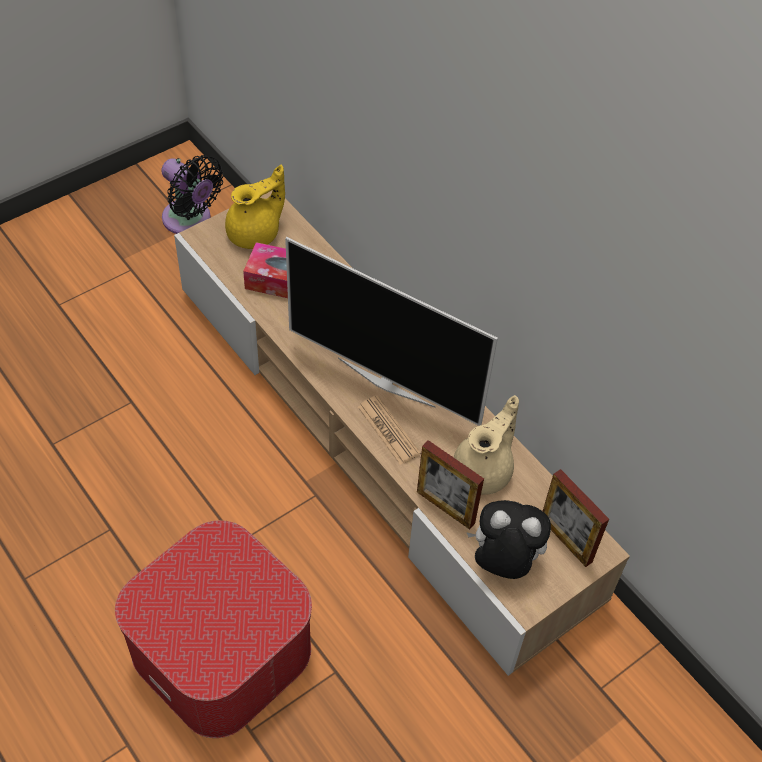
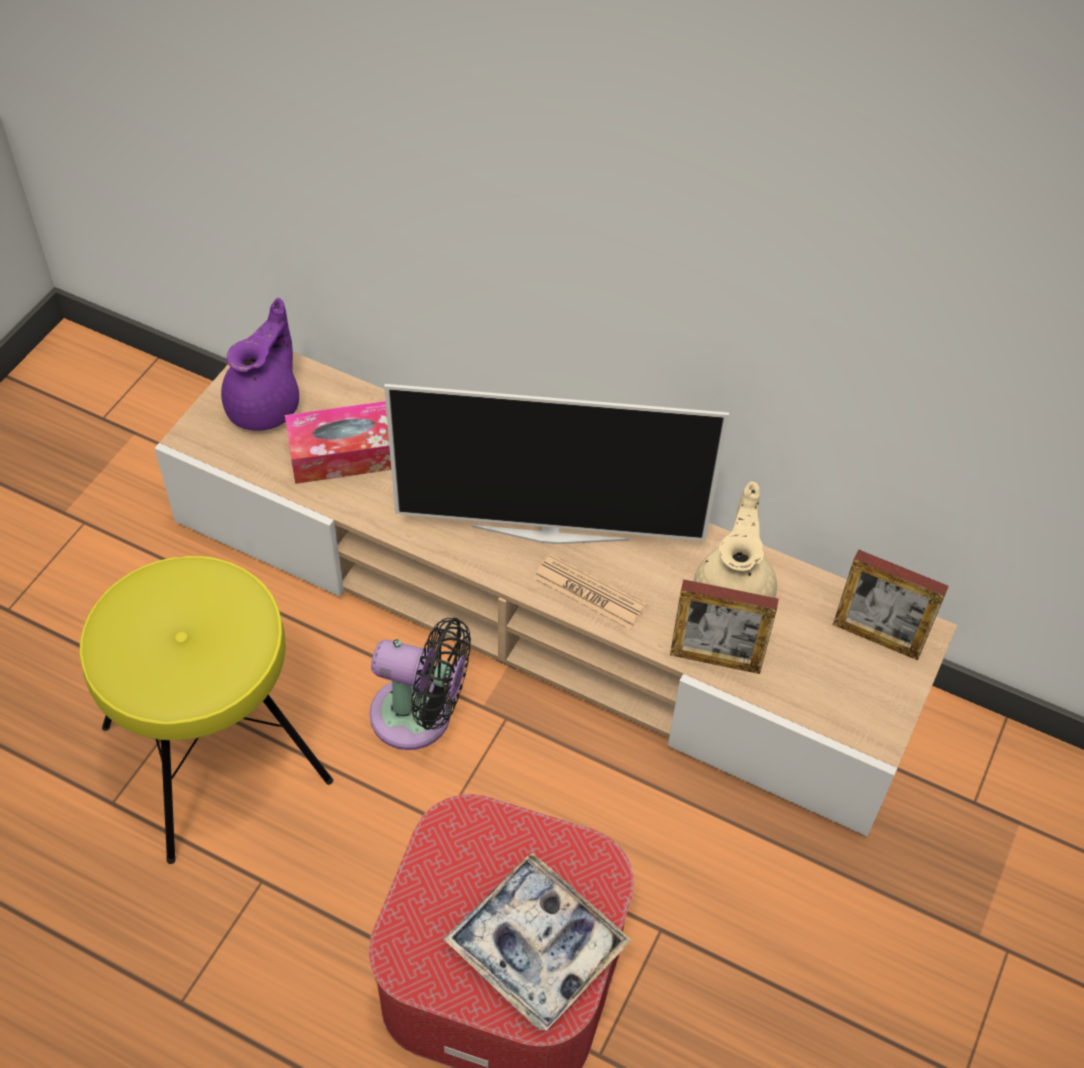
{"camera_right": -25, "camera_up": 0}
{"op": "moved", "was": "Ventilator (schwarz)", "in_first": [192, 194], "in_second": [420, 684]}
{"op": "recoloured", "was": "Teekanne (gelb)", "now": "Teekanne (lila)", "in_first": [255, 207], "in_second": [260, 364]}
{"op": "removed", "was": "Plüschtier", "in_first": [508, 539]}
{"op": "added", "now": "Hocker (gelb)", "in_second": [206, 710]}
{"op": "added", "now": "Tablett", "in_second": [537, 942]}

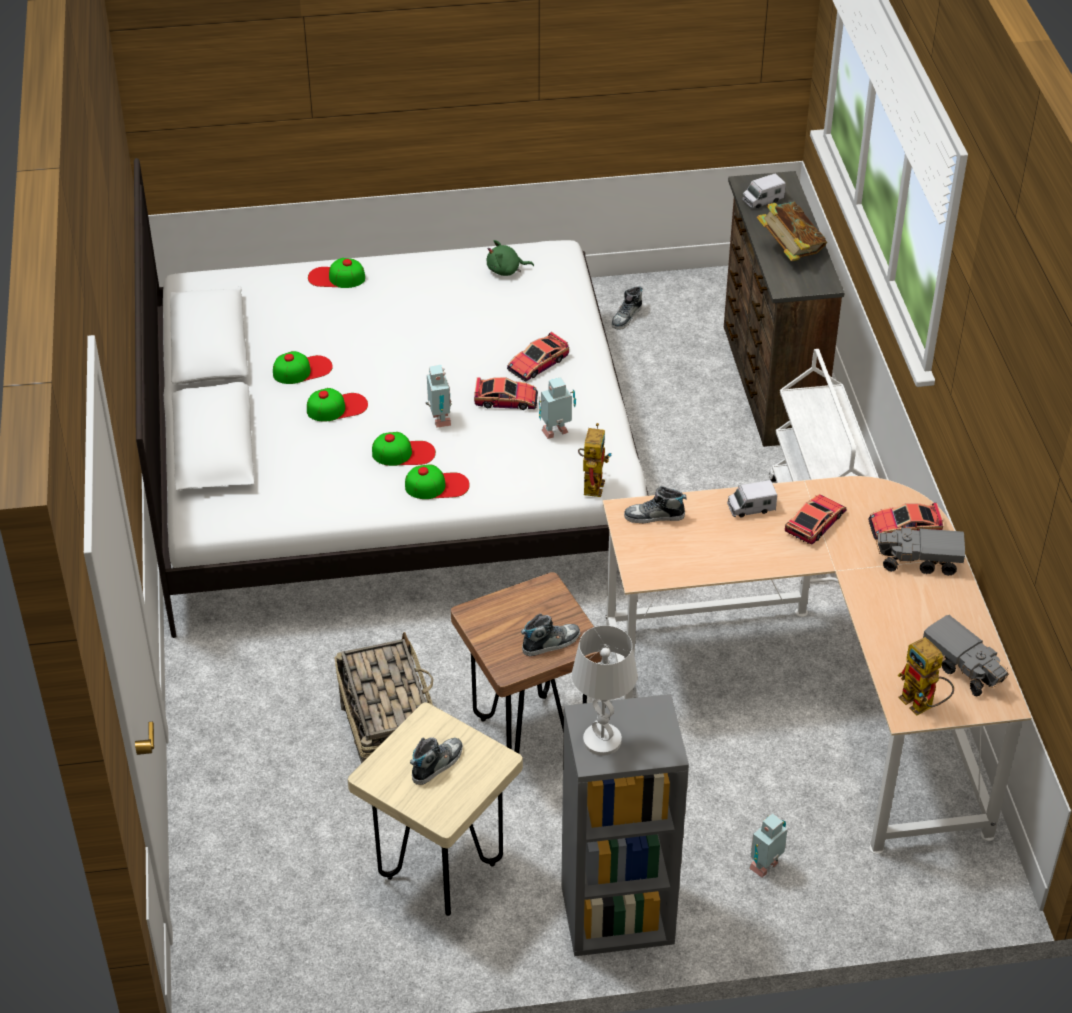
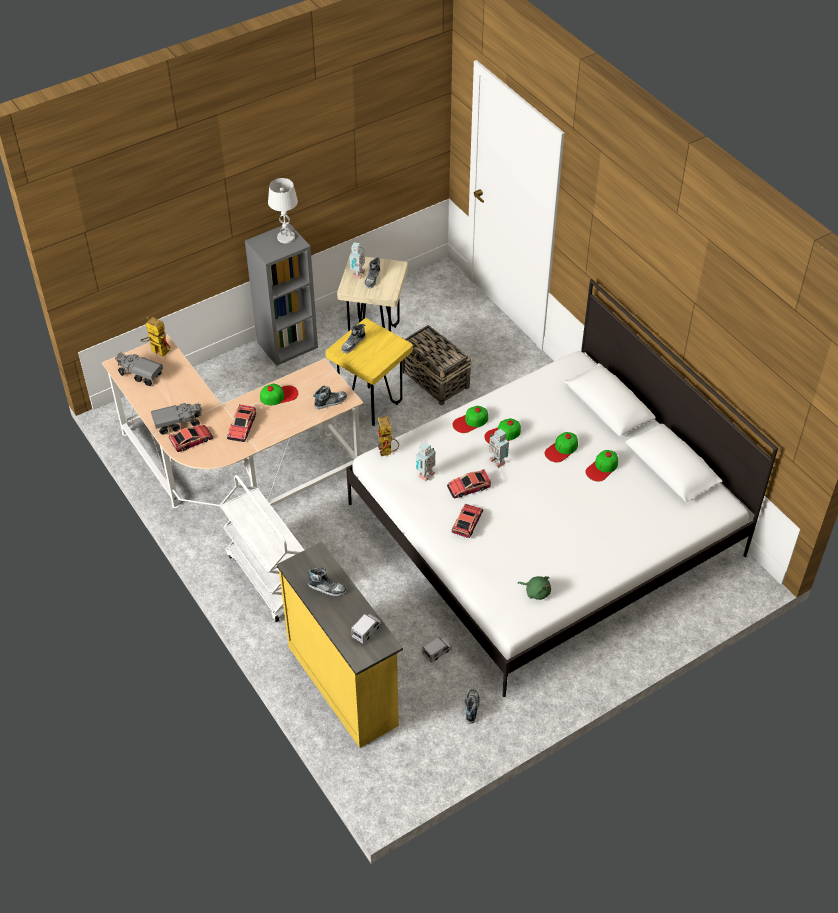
{"camera_right": 155, "camera_up": 5}
{"op": "moved", "was": "Kappe", "in_first": [336, 273], "in_second": [279, 394]}
{"op": "recoloured", "was": "Hocker (braun)", "now": "Hocker (gelb)", "in_first": [526, 663], "in_second": [369, 372]}
{"op": "turned", "was": "Plüschtier (grün)", "in_first": [510, 258], "in_second": [534, 588], "clockwise": 60}
{"op": "recoloured", "was": "Kommode (braun)", "now": "Kommode (gelb)", "in_first": [784, 309], "in_second": [339, 645]}
{"op": "moved", "was": "Spielzeuglaster", "in_first": [752, 498], "in_second": [437, 649]}
{"op": "moved", "was": "Spielzeugroboter", "in_first": [768, 845], "in_second": [357, 260]}
{"op": "replaced", "was": "Buch", "now": "Schuh", "in_first": [792, 231], "in_second": [326, 582]}

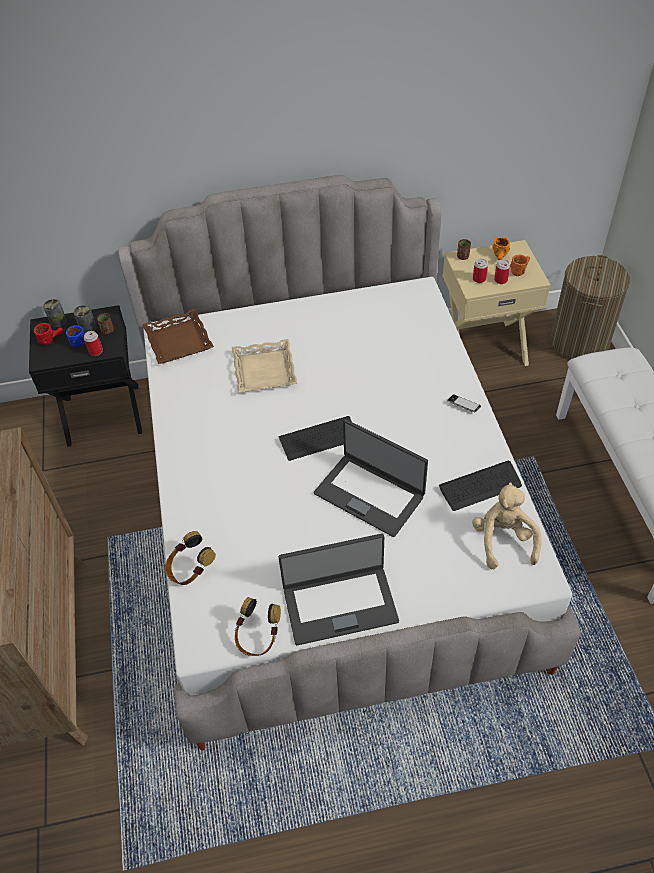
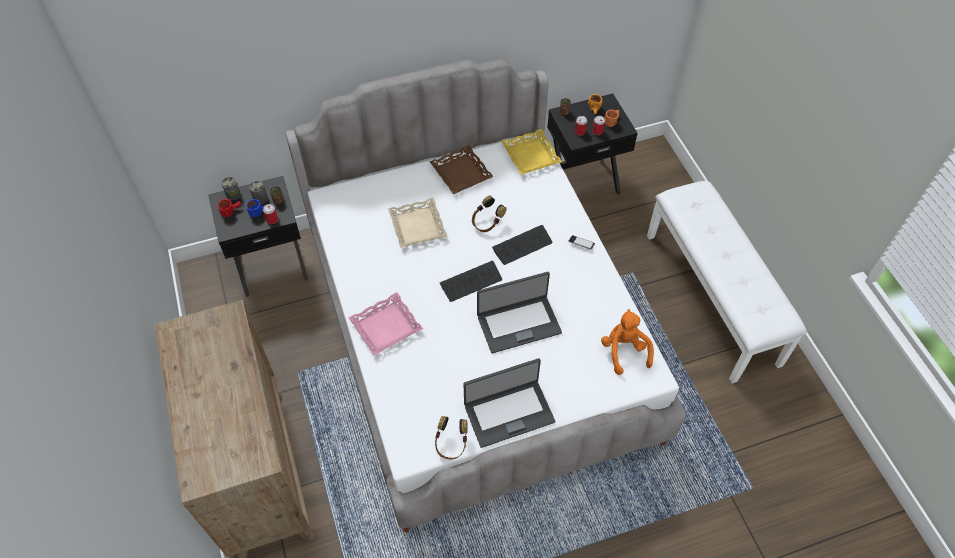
{"camera_right": -10, "camera_up": 5}
{"op": "moved", "was": "Tablett (braun)", "in_first": [178, 336], "in_second": [461, 169]}
{"op": "moved", "was": "Kopfhörer", "in_first": [190, 558], "in_second": [489, 214]}
{"op": "turned", "was": "Laptop", "in_first": [371, 478], "in_second": [519, 312], "clockwise": -45}
{"op": "moved", "was": "Tastatur", "in_first": [480, 486], "in_second": [522, 245]}
{"op": "recoloured", "was": "Nachttisch (beige)", "now": "Nachttisch (schwarz)", "in_first": [497, 303], "in_second": [592, 144]}
{"op": "recoloured", "was": "Plüschtier (beige)", "now": "Plüschtier (orange)", "in_first": [506, 526], "in_second": [627, 342]}
{"op": "removed", "was": "Wäschekorb", "in_first": [590, 307]}
{"op": "added", "now": "Tablett (rosa)", "in_second": [386, 324]}
{"op": "added", "now": "Tablett (gelb)", "in_second": [531, 152]}

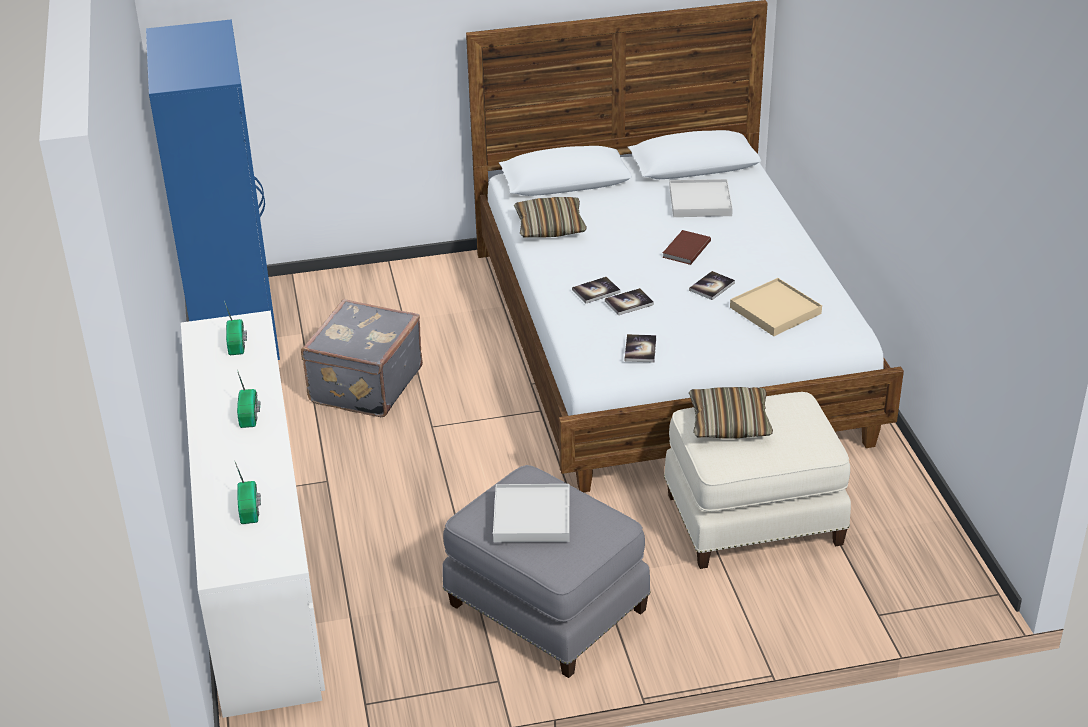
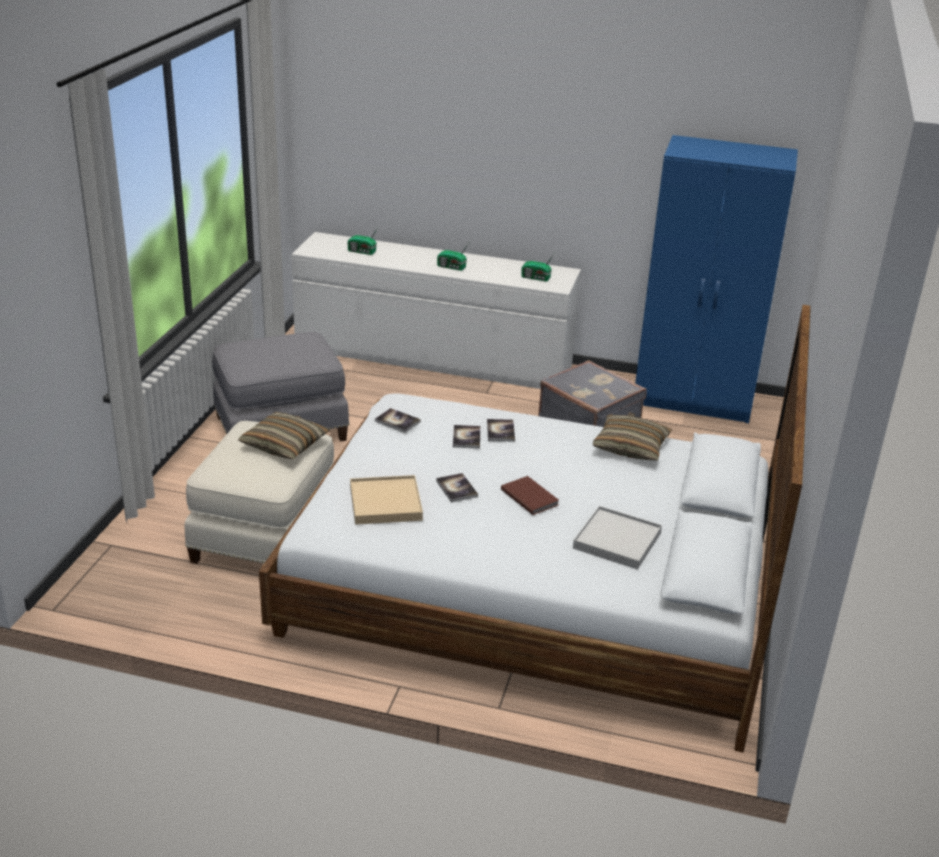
{"camera_right": 115, "camera_up": -5}
{"op": "removed", "was": "Tablett (weiß)", "in_first": [531, 513]}

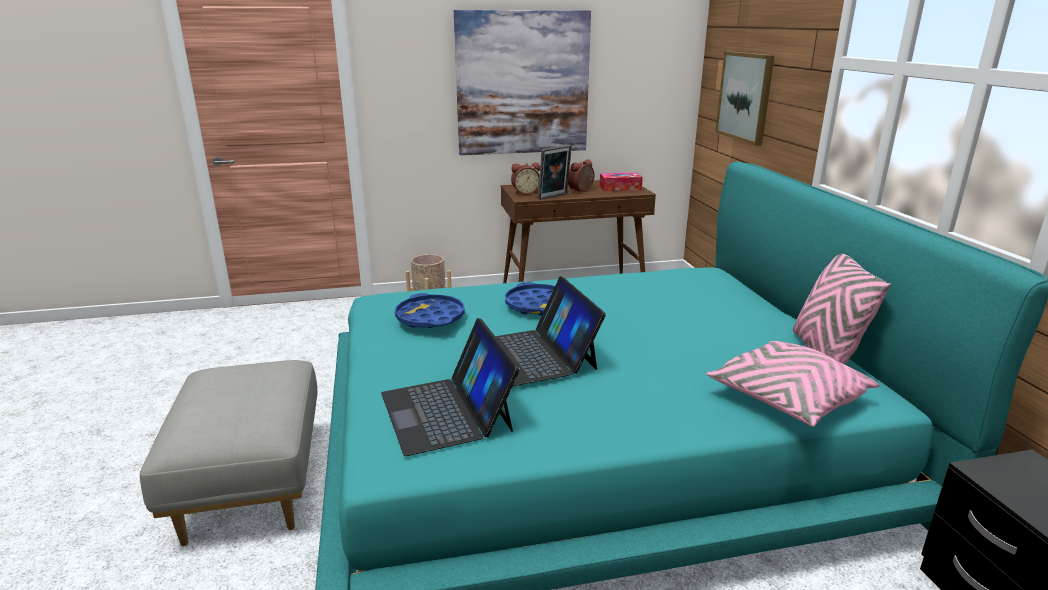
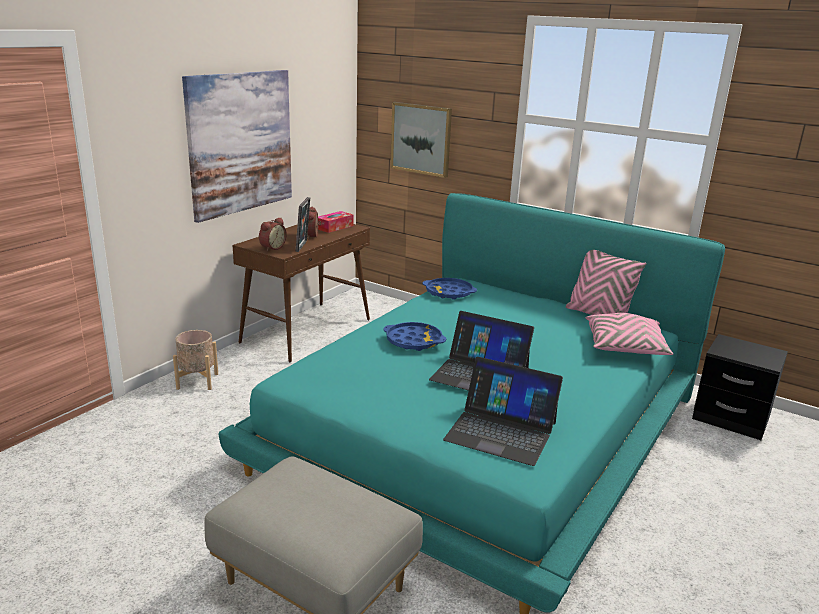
{"camera_right": -45, "camera_up": 0}
{"op": "moved", "was": "Tablett (blau)", "in_first": [430, 310], "in_second": [450, 289]}

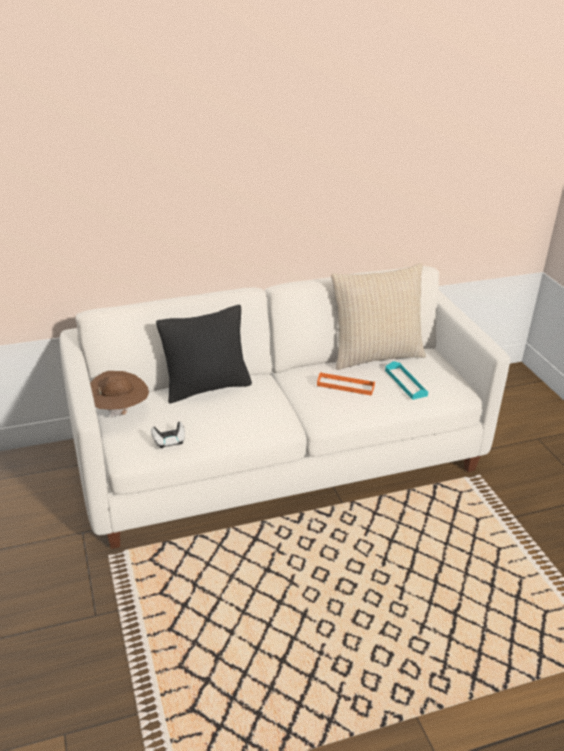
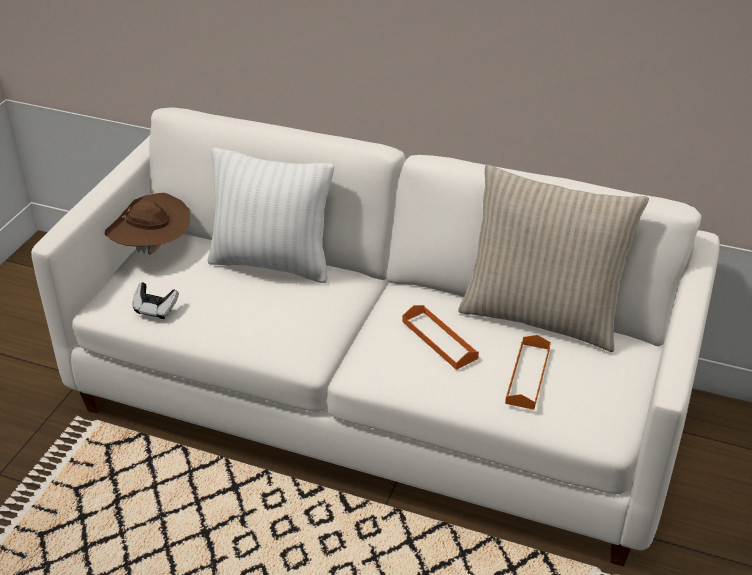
{"camera_right": 40, "camera_up": 5}
{"op": "recoloured", "was": "Kissen (schwarz)", "now": "Kissen (weiß)", "in_first": [204, 354], "in_second": [271, 215]}
{"op": "recoloured", "was": "Tablett (türkis)", "now": "Tablett (orange)", "in_first": [406, 380], "in_second": [528, 372]}

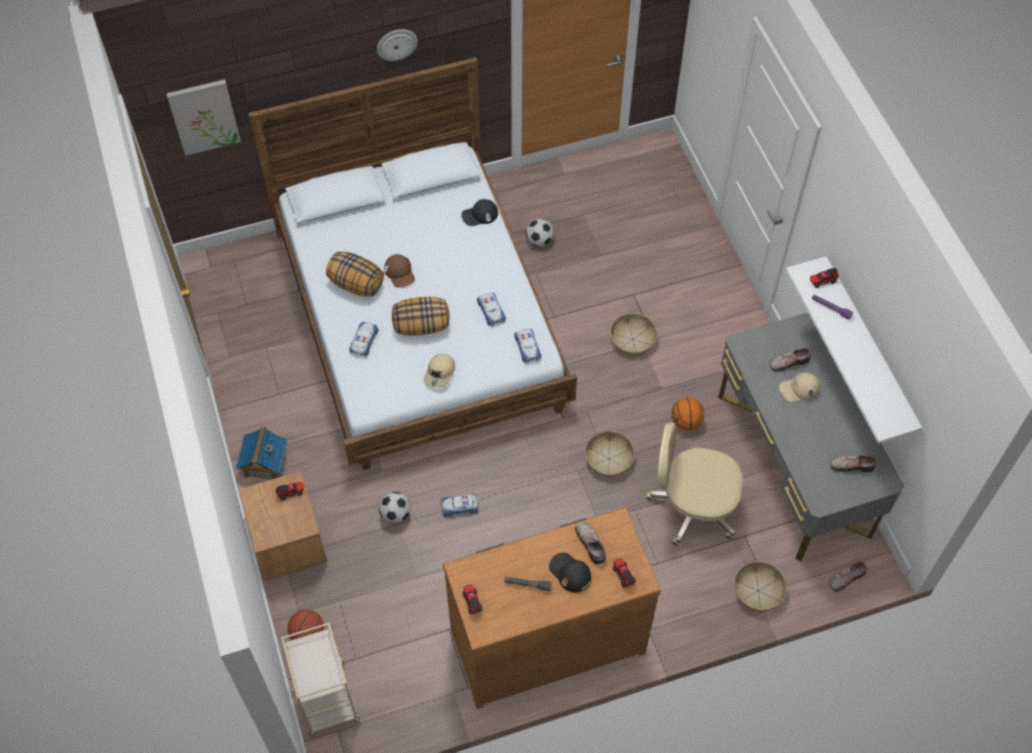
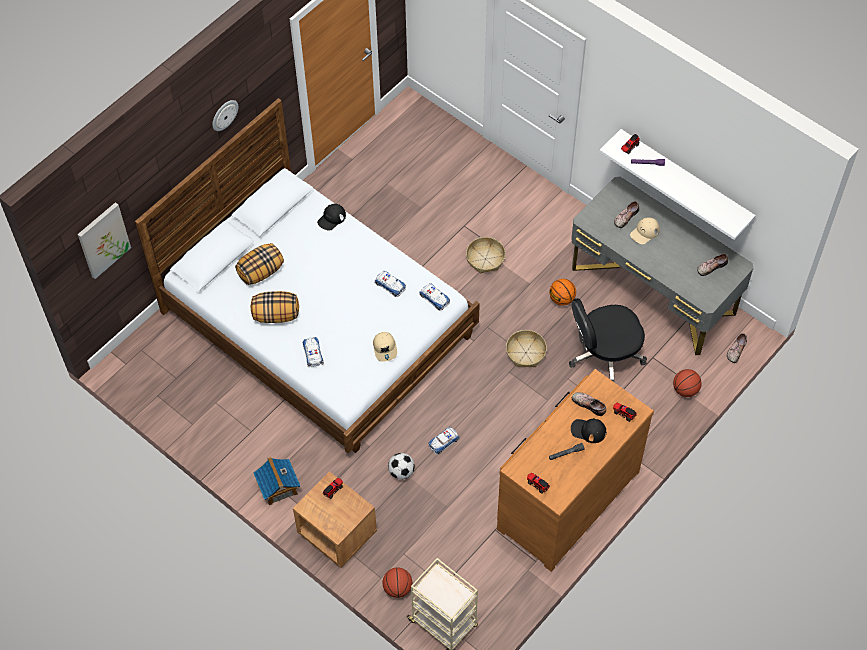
{"camera_right": -30, "camera_up": 0}
{"op": "removed", "was": "Kappe (braun)", "in_first": [399, 271]}
{"op": "moved", "was": "Kissen", "in_first": [421, 316], "in_second": [259, 264]}
{"op": "removed", "was": "Fußball", "in_first": [540, 233]}
{"op": "recoloured", "was": "Bürostuhl (beige)", "now": "Bürostuhl (schwarz)", "in_first": [694, 484], "in_second": [608, 340]}
{"op": "replaced", "was": "Korb", "now": "Basketball", "in_first": [760, 587], "in_second": [687, 383]}

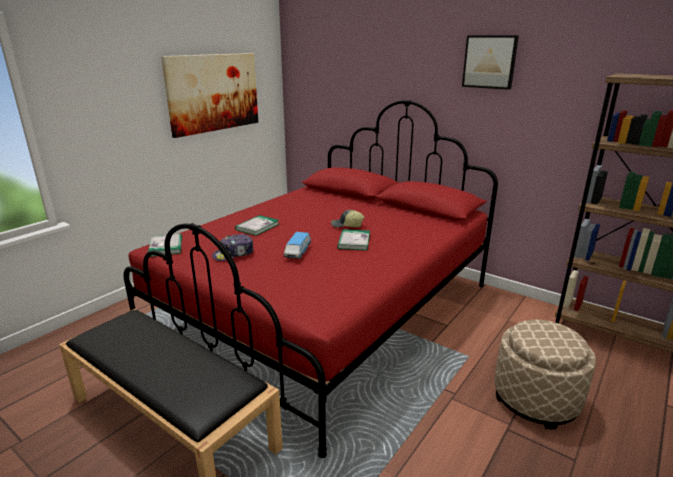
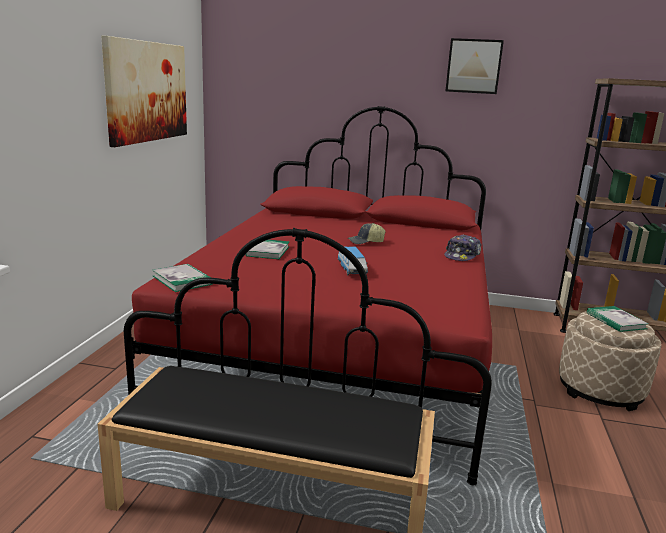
{"camera_right": -25, "camera_up": -5}
{"op": "moved", "was": "Kappe", "in_first": [233, 247], "in_second": [463, 247]}
{"op": "moved", "was": "Buch", "in_first": [353, 239], "in_second": [618, 319]}

